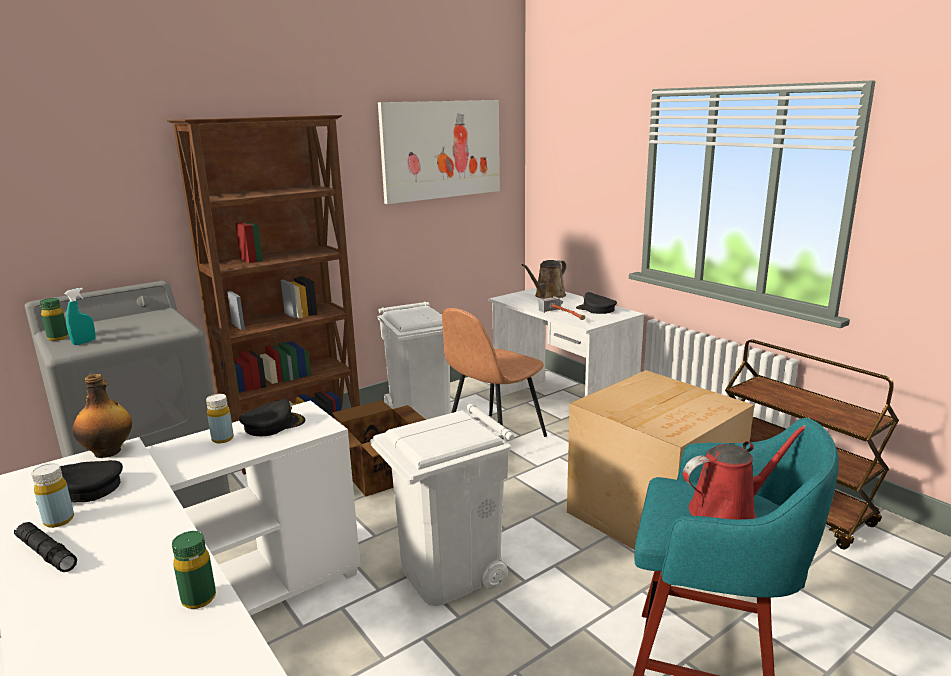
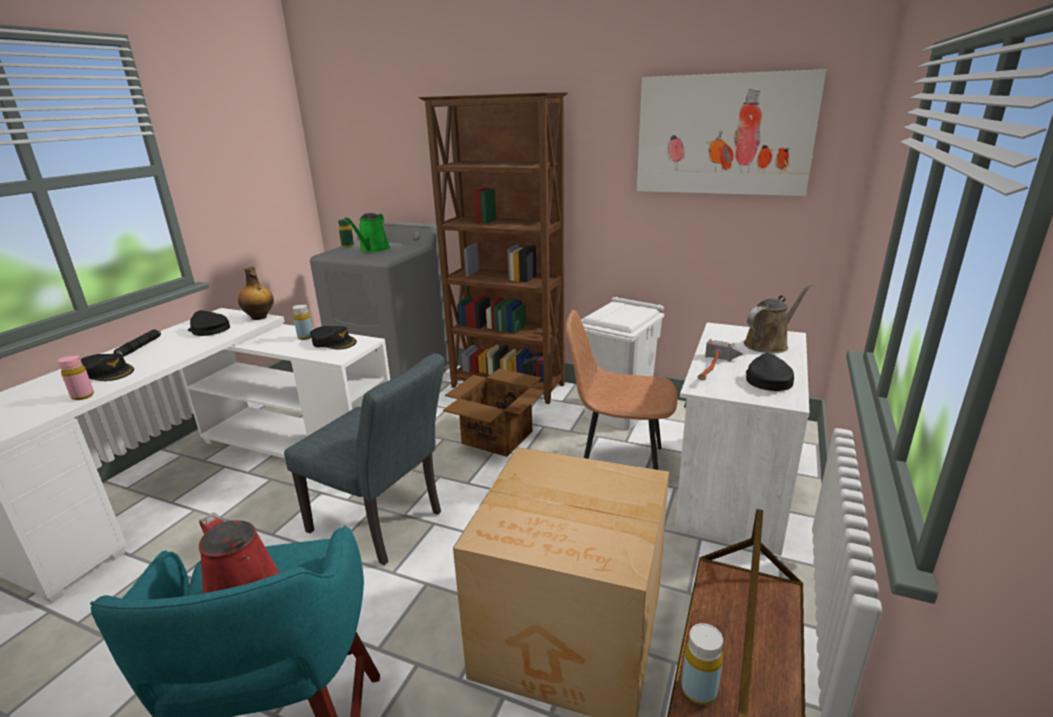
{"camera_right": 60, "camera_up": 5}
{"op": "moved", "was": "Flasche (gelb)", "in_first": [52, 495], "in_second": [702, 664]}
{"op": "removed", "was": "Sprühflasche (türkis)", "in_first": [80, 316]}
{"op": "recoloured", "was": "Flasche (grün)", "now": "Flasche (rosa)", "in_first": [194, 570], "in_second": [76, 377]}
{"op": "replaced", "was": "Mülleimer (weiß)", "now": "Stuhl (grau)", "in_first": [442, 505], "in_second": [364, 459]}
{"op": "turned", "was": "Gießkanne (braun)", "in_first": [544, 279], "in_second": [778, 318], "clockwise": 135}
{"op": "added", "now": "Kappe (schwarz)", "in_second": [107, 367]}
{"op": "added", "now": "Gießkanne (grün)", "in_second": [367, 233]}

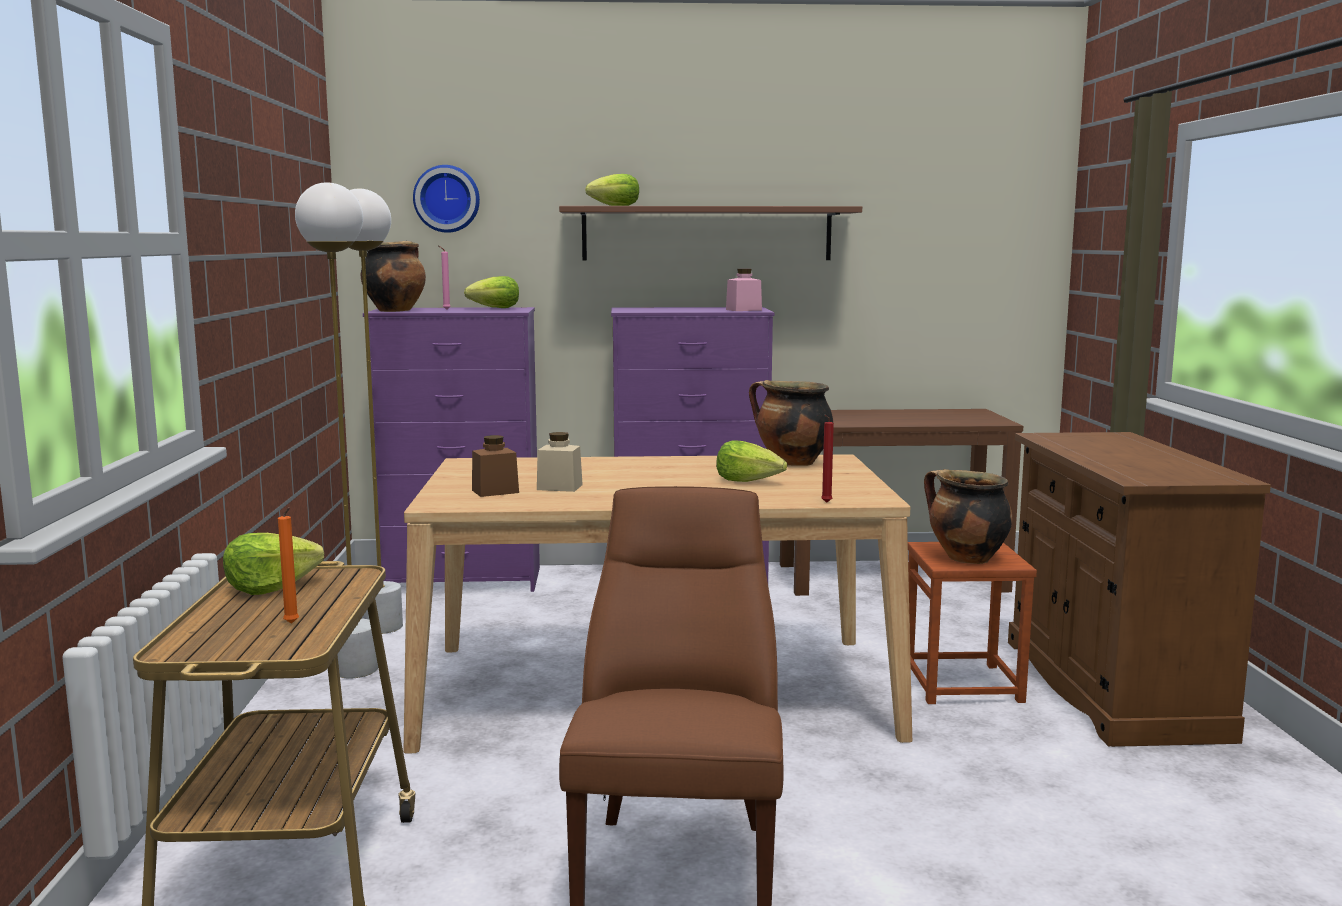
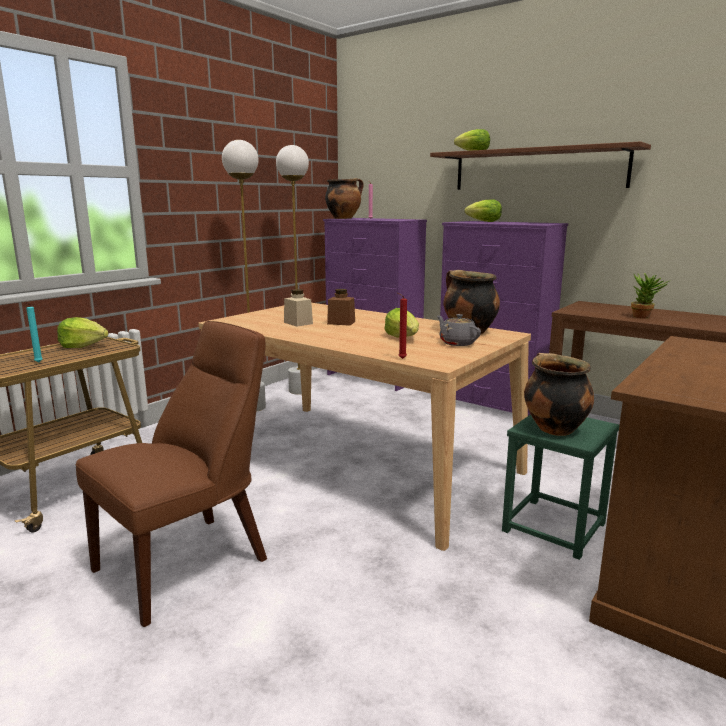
{"camera_right": 40, "camera_up": 5}
{"op": "recoloured", "was": "Kerze (orange)", "now": "Kerze (türkis)", "in_first": [288, 565], "in_second": [34, 332]}
{"op": "removed", "was": "Wanduhr", "in_first": [446, 199]}
{"op": "moved", "was": "Salatkopf", "in_first": [491, 292], "in_second": [483, 210]}
{"op": "moved", "was": "Vorratsglas (braun)", "in_first": [495, 466], "in_second": [341, 307]}
{"op": "removed", "was": "Vorratsglas (rosa)", "in_first": [744, 290]}
{"op": "recoloured", "was": "Hocker (braun)", "now": "Hocker (grün)", "in_first": [972, 623], "in_second": [561, 487]}
{"op": "added", "now": "Teekanne (grau)", "in_second": [459, 330]}
{"op": "added", "now": "Topfpflanze", "in_second": [650, 296]}

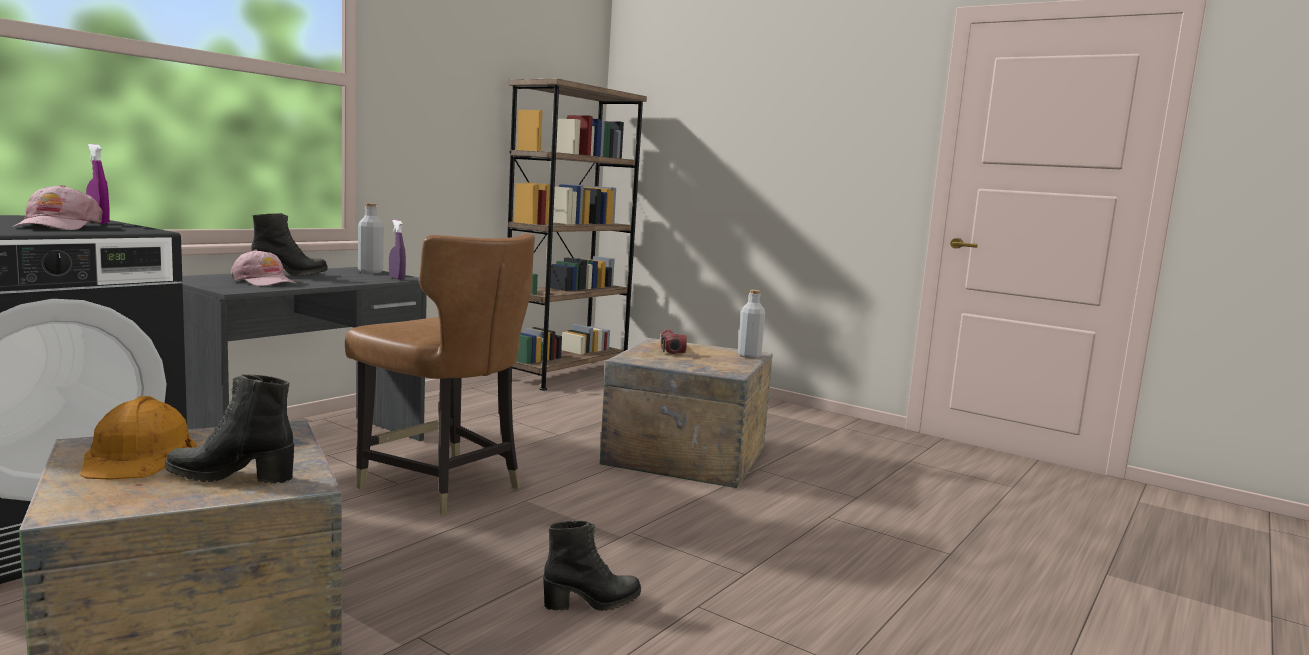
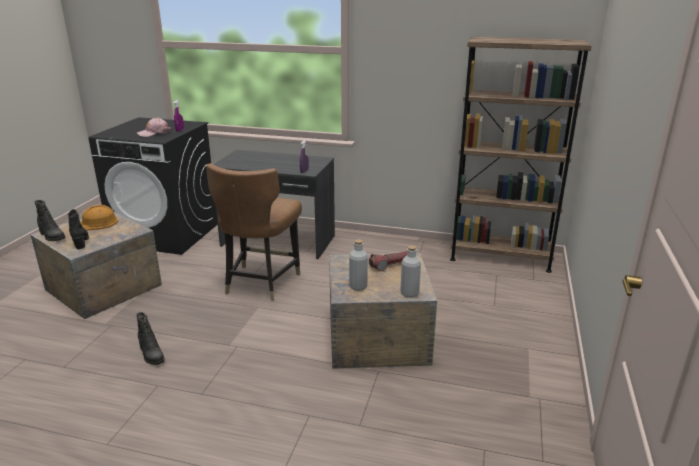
{"camera_right": 70, "camera_up": 15}
{"op": "removed", "was": "Kappe (rosa)", "in_first": [264, 268]}
{"op": "moved", "was": "Stiefel (schwarz)", "in_first": [289, 244], "in_second": [50, 220]}
{"op": "moved", "was": "Flasche (grau)", "in_first": [371, 238], "in_second": [358, 265]}

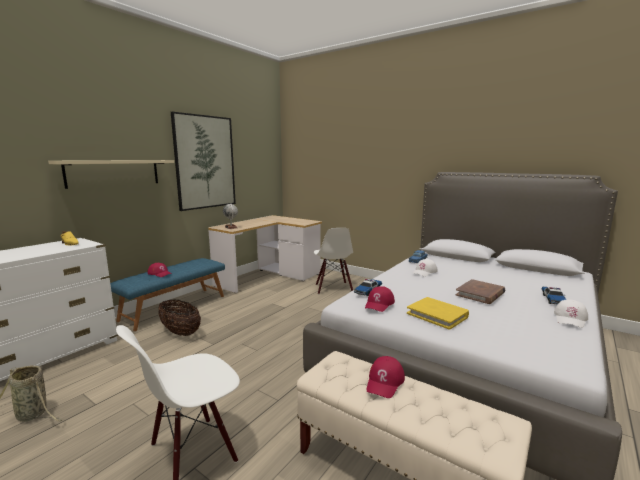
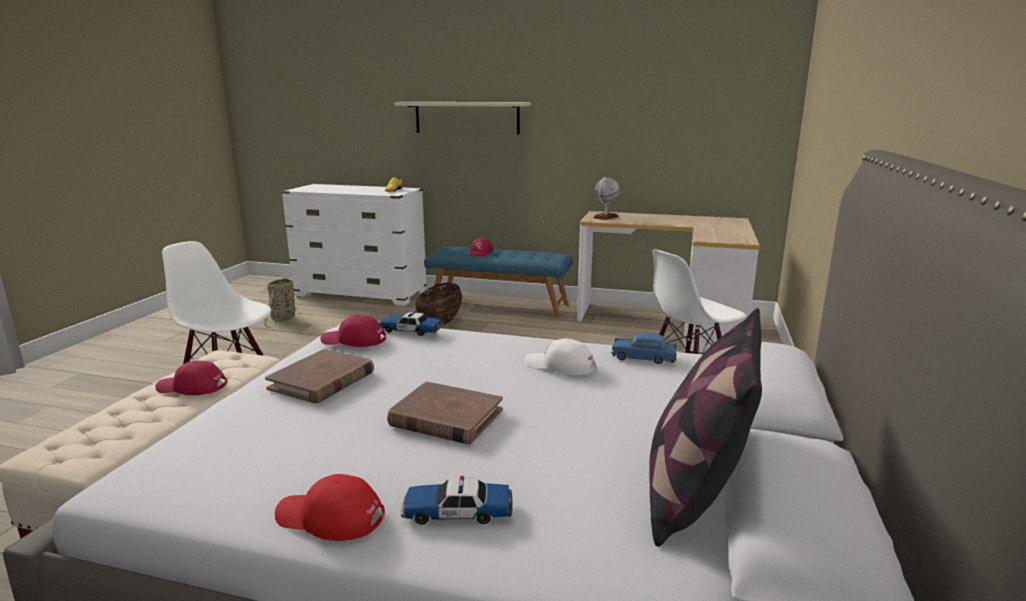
{"camera_right": 70, "camera_up": 5}
{"op": "removed", "was": "Bild", "in_first": [203, 161]}
{"op": "recoloured", "was": "Buch (gelb)", "now": "Buch (braun)", "in_first": [438, 313], "in_second": [319, 376]}
{"op": "recoloured", "was": "Kappe (weiß)", "now": "Kappe (rot)", "in_first": [571, 314], "in_second": [330, 507]}
{"op": "added", "now": "Kissen", "in_second": [705, 427]}

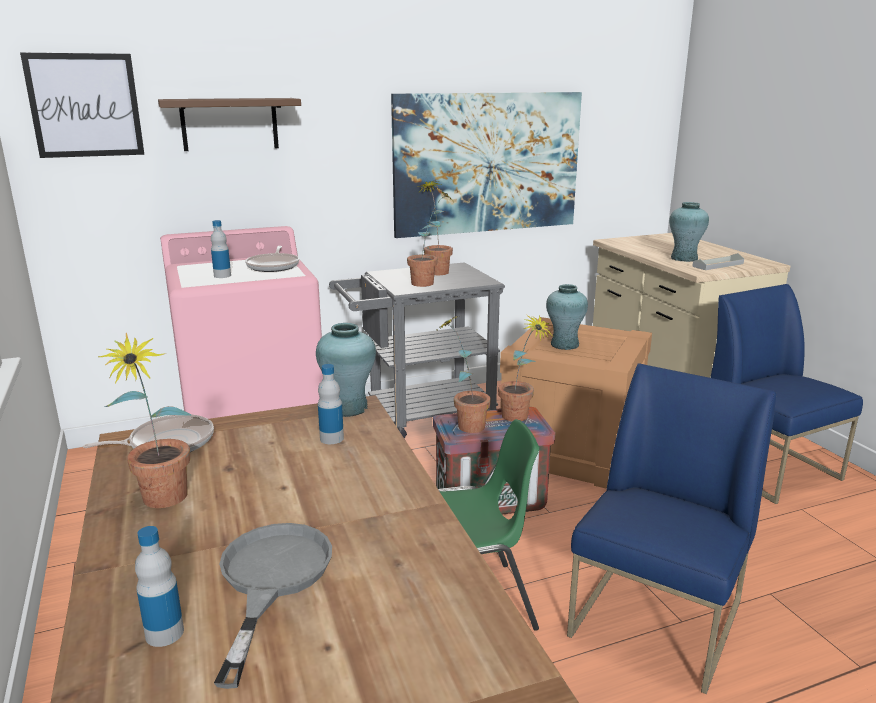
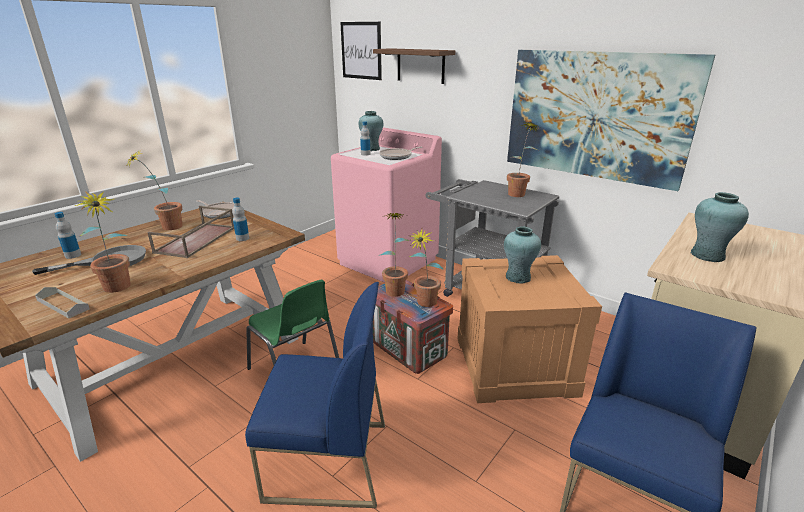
{"camera_right": 60, "camera_up": 5}
{"op": "moved", "was": "Vase (türkis)", "in_first": [346, 370], "in_second": [371, 131]}
{"op": "moved", "was": "Topfpflanze", "in_first": [431, 237], "in_second": [103, 242]}
{"op": "moved", "was": "Tablett (grau)", "in_first": [718, 261], "in_second": [62, 302]}
{"op": "added", "now": "Tablett (braun)", "in_second": [190, 232]}

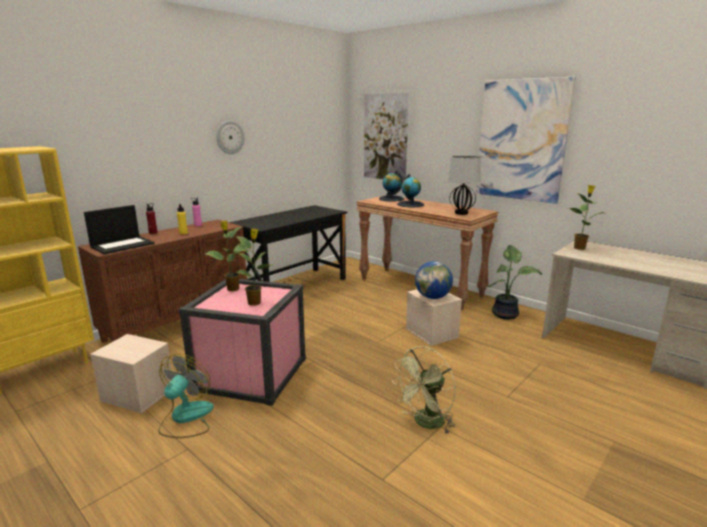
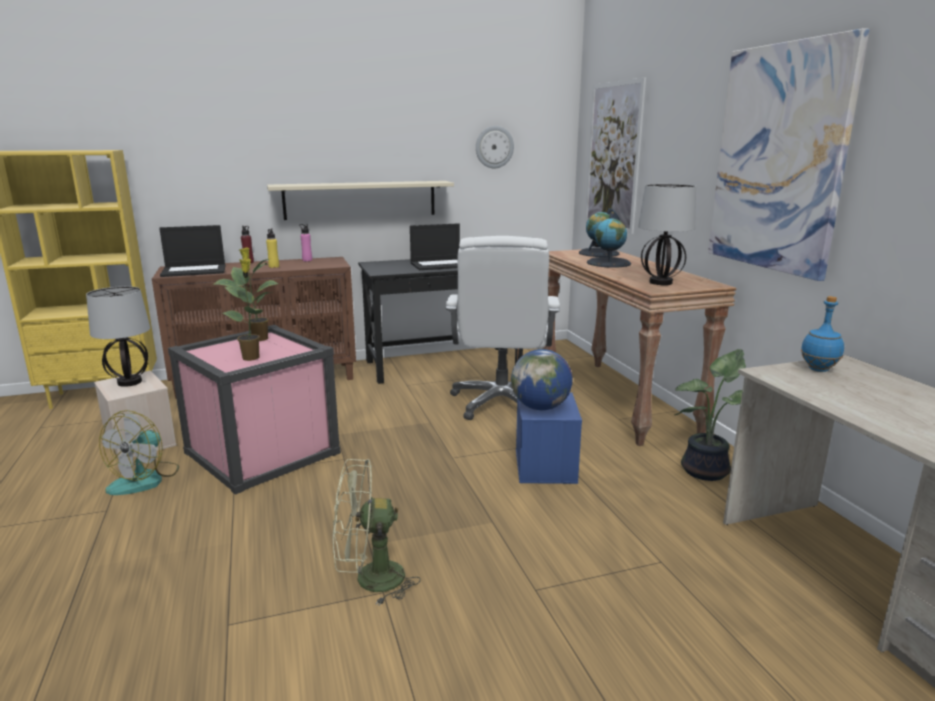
{"camera_right": 30, "camera_up": 0}
{"op": "turned", "was": "Ventilator", "in_first": [186, 396], "in_second": [139, 452], "clockwise": 150}
{"op": "moved", "was": "Wanduhr", "in_first": [230, 137], "in_second": [495, 147]}
{"op": "recoloured", "was": "Aufbewahrungsbox (beige)", "now": "Aufbewahrungsbox (blau)", "in_first": [434, 318], "in_second": [549, 438]}
{"op": "replaced", "was": "Topfpflanze", "now": "Flasche (blau)", "in_first": [587, 217], "in_second": [822, 334]}
{"op": "added", "now": "Tischlampe", "in_second": [118, 336]}
{"op": "added", "now": "Wandregal (beige)", "in_second": [360, 200]}
{"op": "added", "now": "Laptop", "in_second": [435, 246]}
{"op": "added", "now": "Bürostuhl (weiß)", "in_second": [503, 328]}

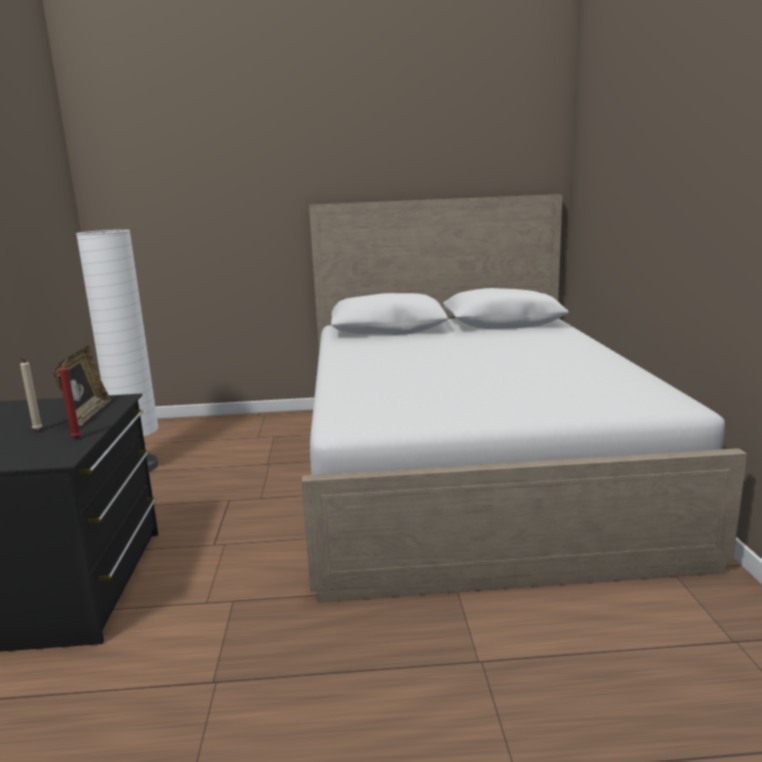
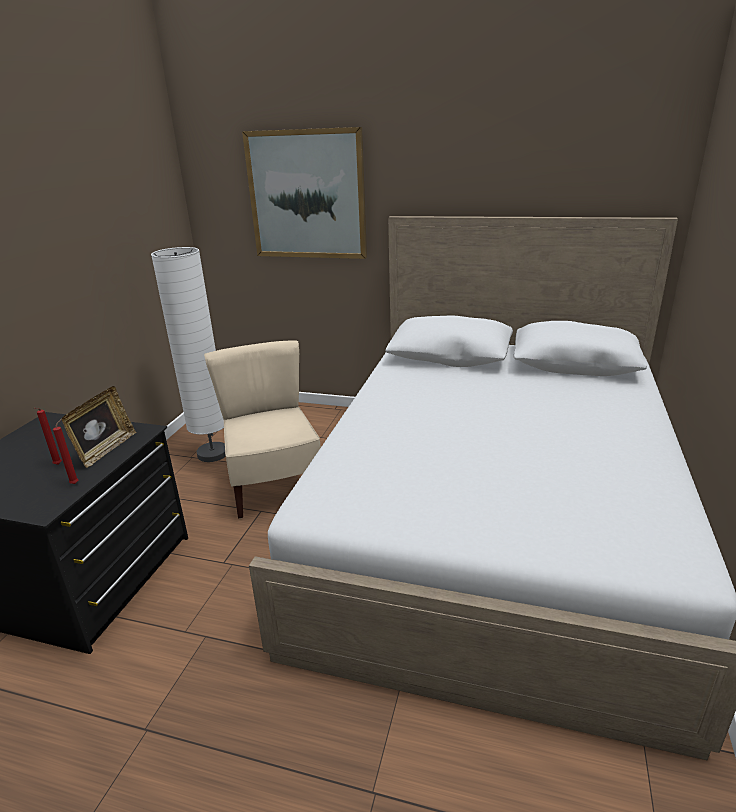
{"camera_right": 20, "camera_up": 10}
{"op": "recoloured", "was": "Kerze (beige)", "now": "Kerze (rot)", "in_first": [31, 394], "in_second": [47, 436]}
{"op": "added", "now": "Stuhl (beige)", "in_second": [262, 429]}
{"op": "added", "now": "Bild", "in_second": [304, 193]}

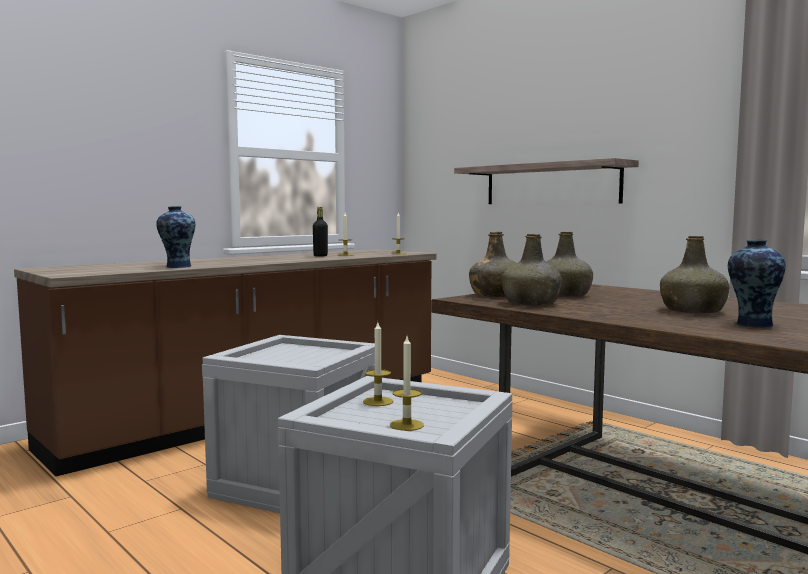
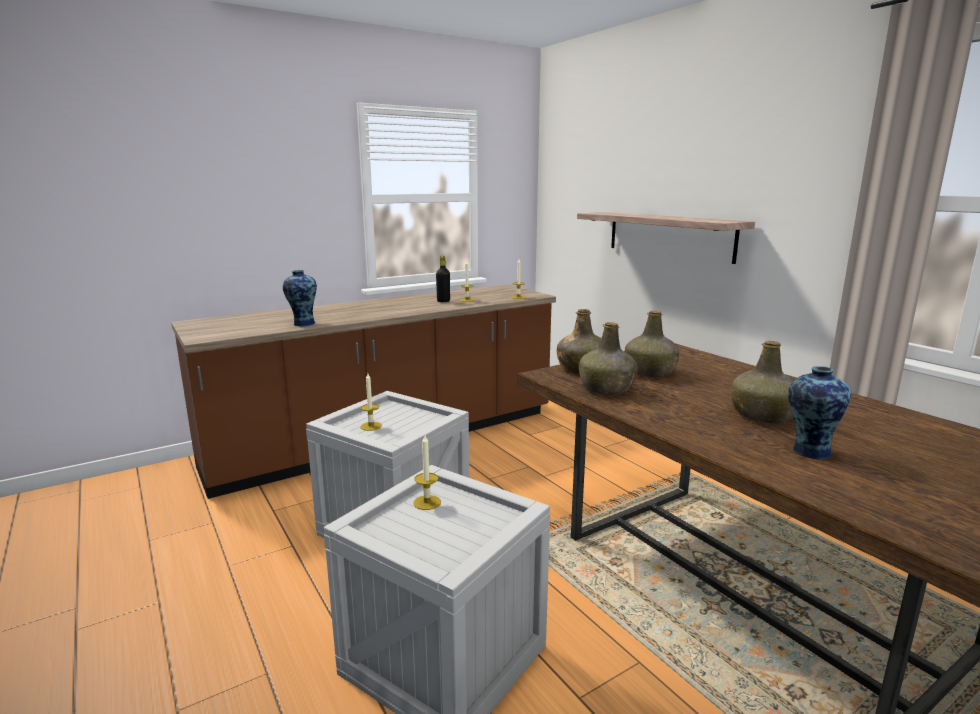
{"camera_right": 10, "camera_up": 10}
{"op": "moved", "was": "Kerze", "in_first": [407, 383], "in_second": [371, 402]}

